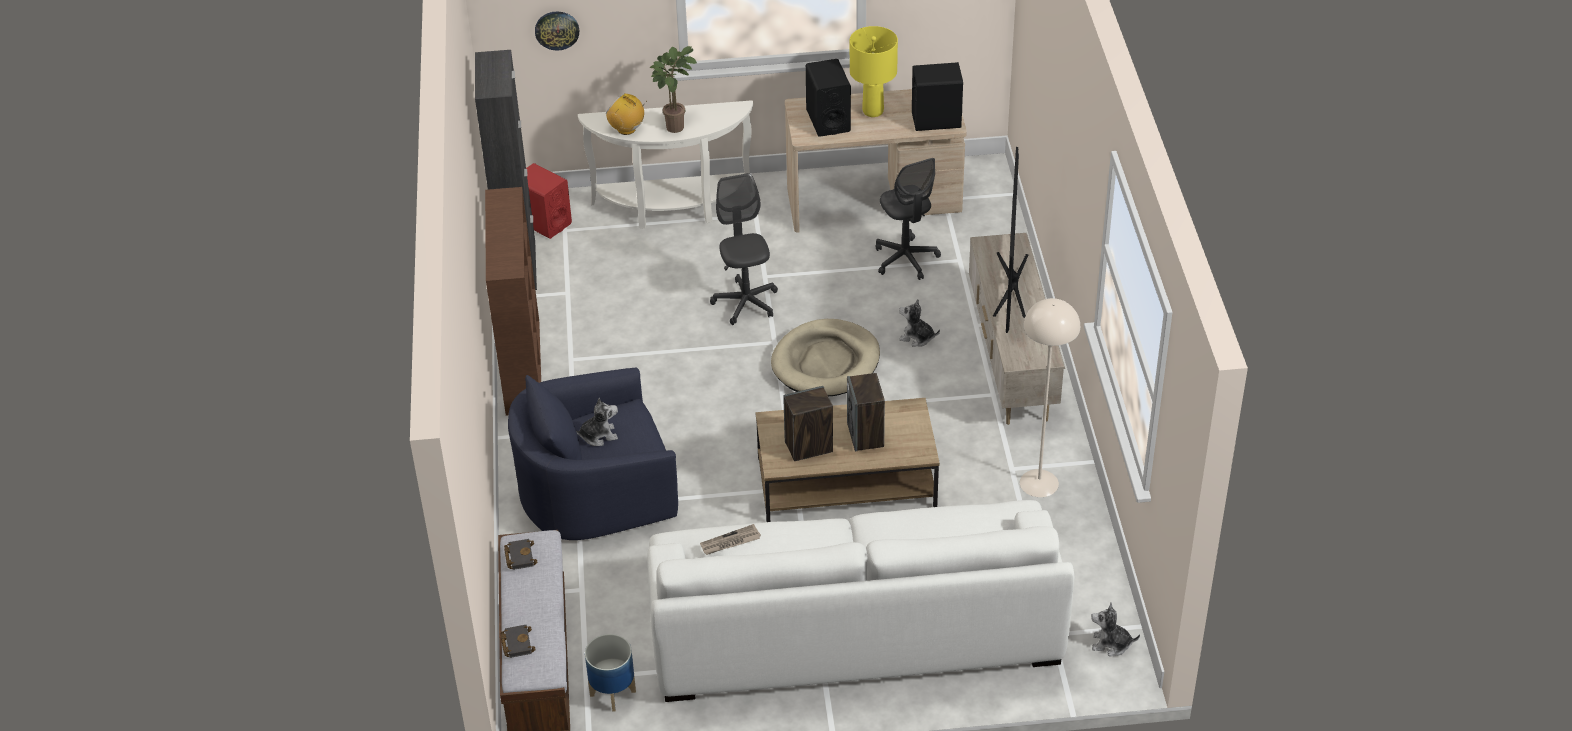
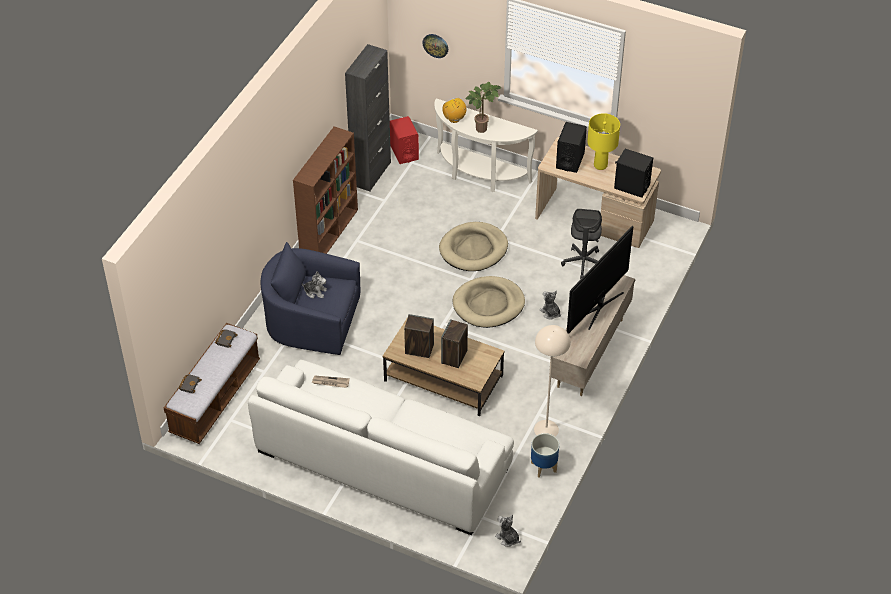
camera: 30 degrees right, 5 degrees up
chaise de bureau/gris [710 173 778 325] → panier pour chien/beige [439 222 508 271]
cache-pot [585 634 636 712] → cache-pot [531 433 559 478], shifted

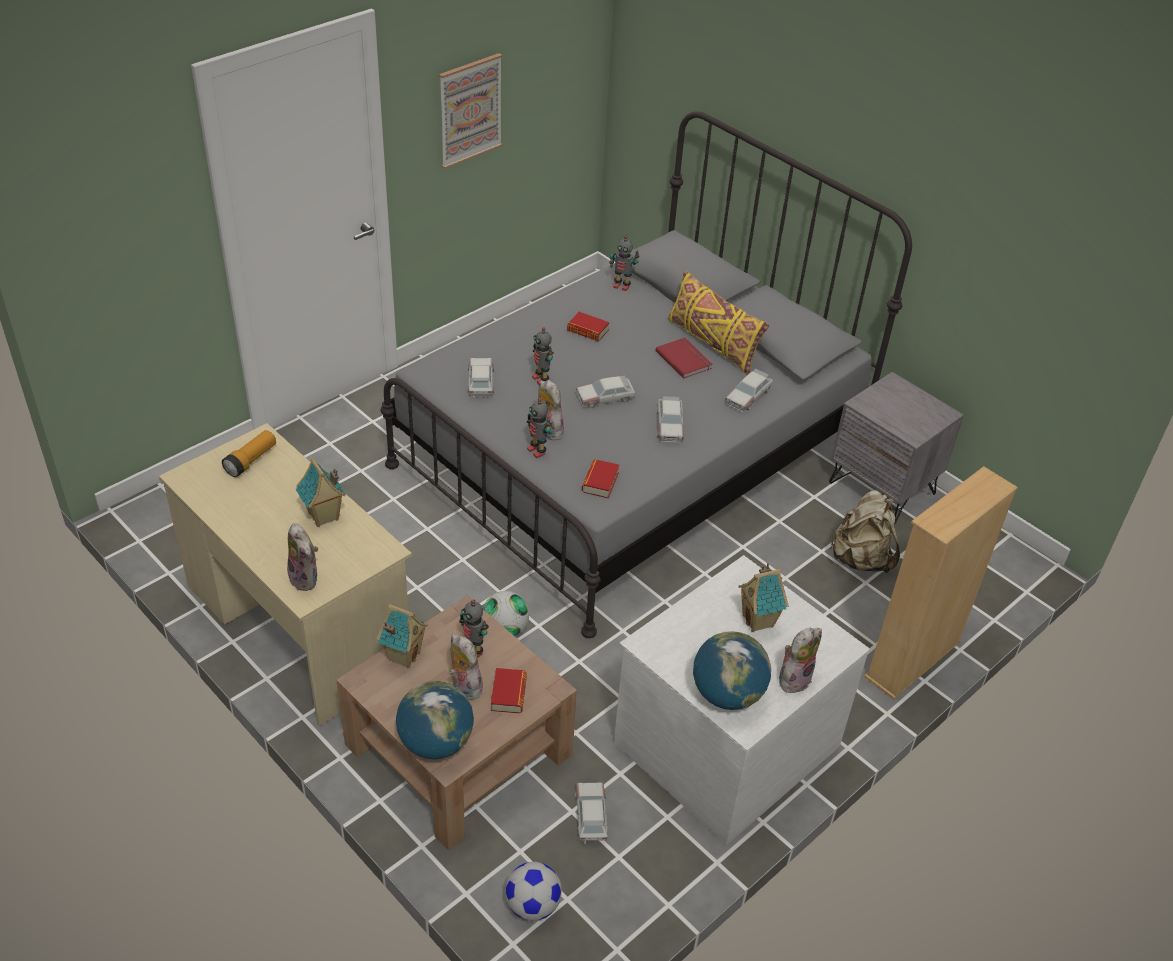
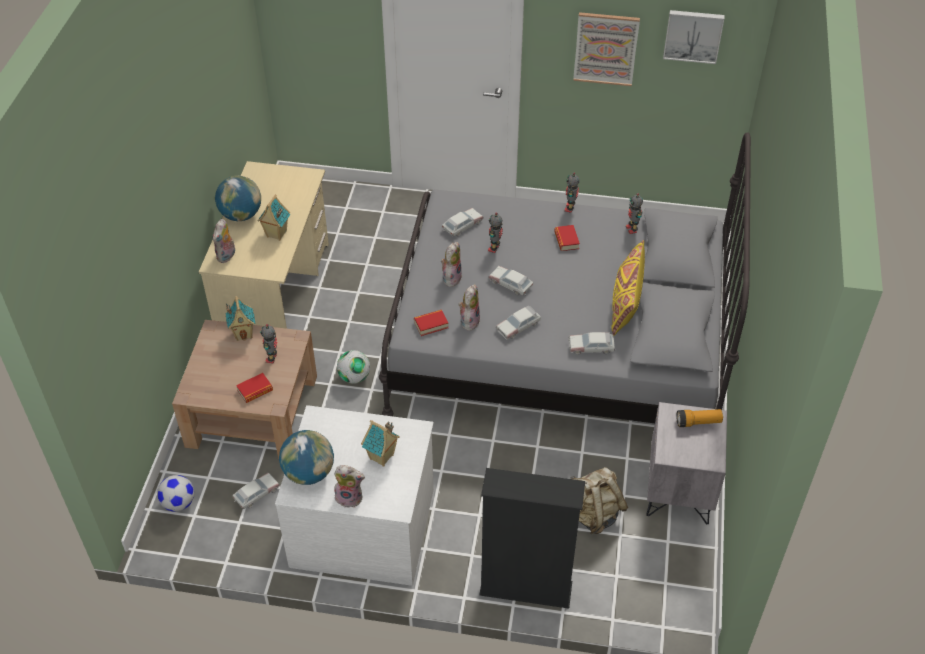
camera: 55 degrees right, 5 degrees up
globe [396 681 474 759] → globe [215 176 261 221], shifted
peluche [449 633 483 700] → peluche [458 284 480 331], shifted
bibliothèque/beige [864 466 1018 699] → bibliothèque/noir [479 468 585 609]
robot jouet [527 398 552 458] → robot jouet [565 172 580 213], shifted
- → tableau [663 10 725 64]
lampe de poche [222 430 276 477] → lampe de poche [676 409 723 427], shifted
livre/rouge [656 338 713 379] → -

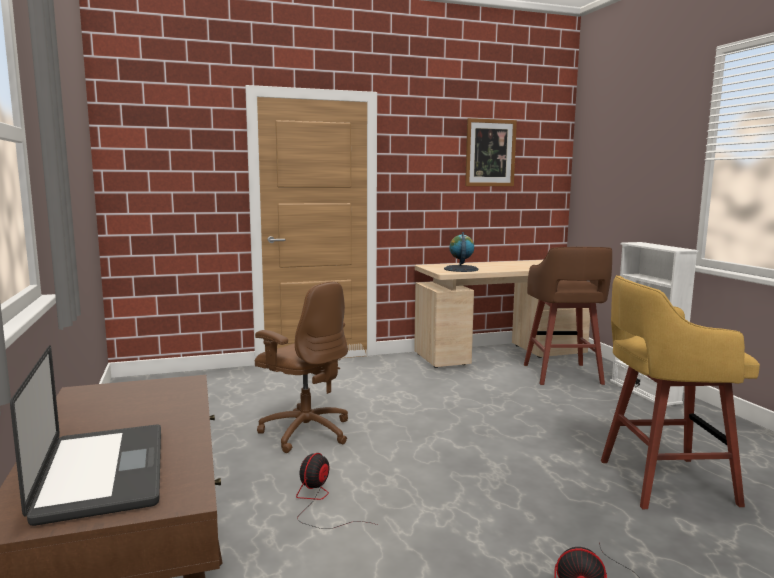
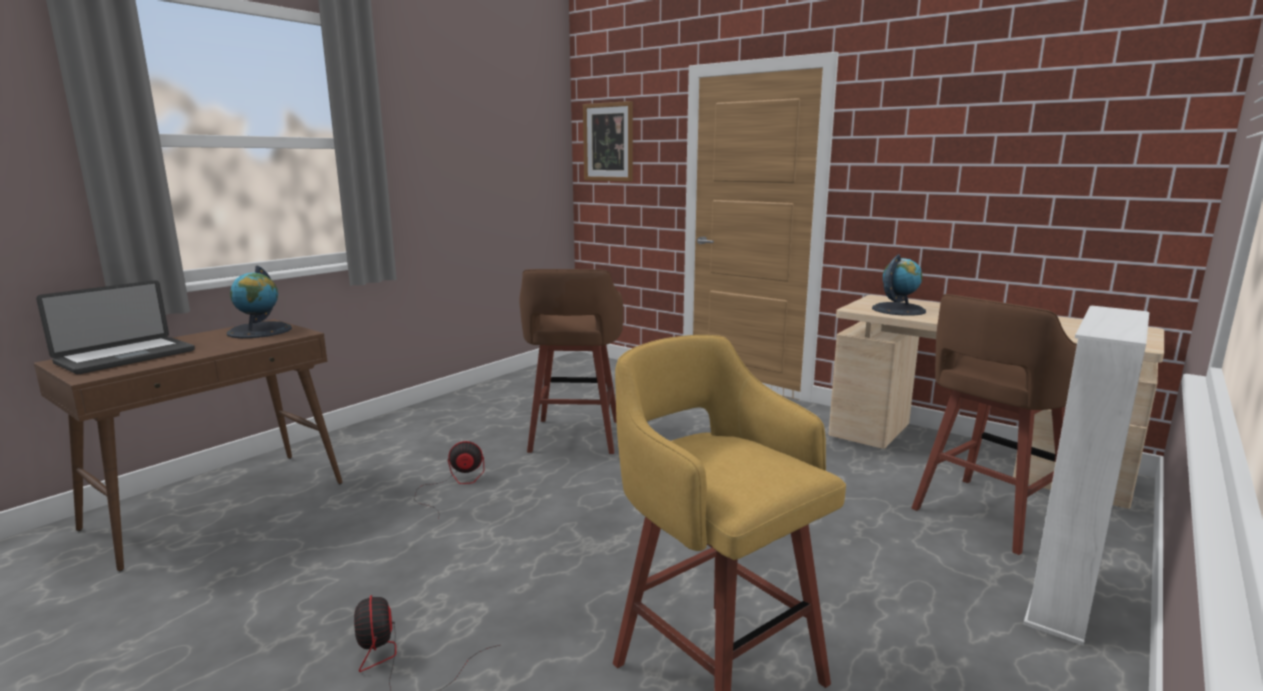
camera: 55 degrees right, 5 degrees up
- → globe [227 266 292 338]
chaise de bureau/marron [255 281 348 453] → tabouret/marron [519 269 623 454]
tableau [465 118 517 186] → tableau [583 101 633 182], shifted

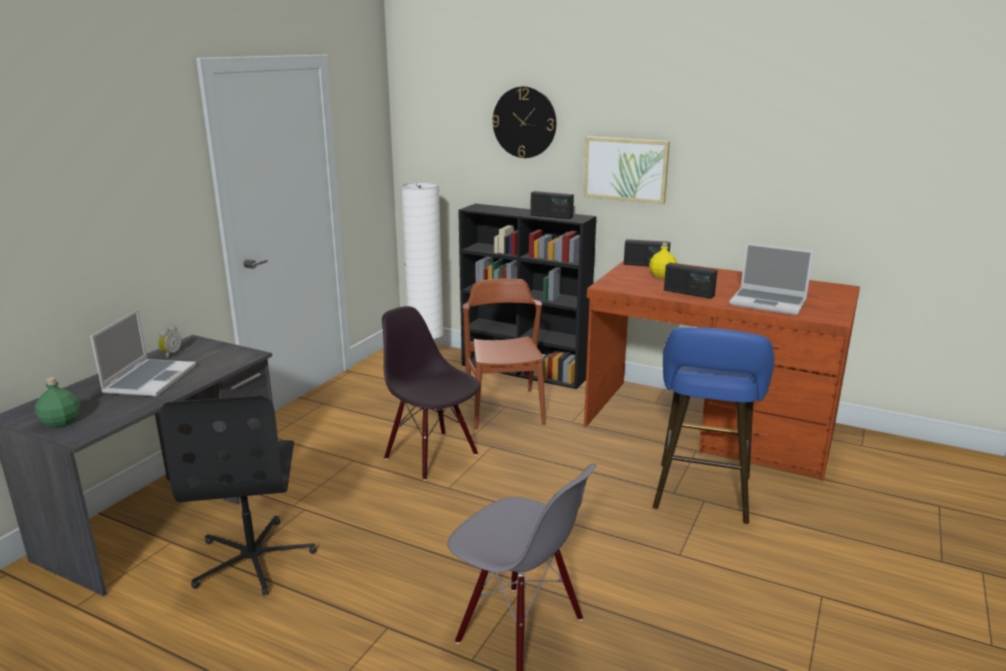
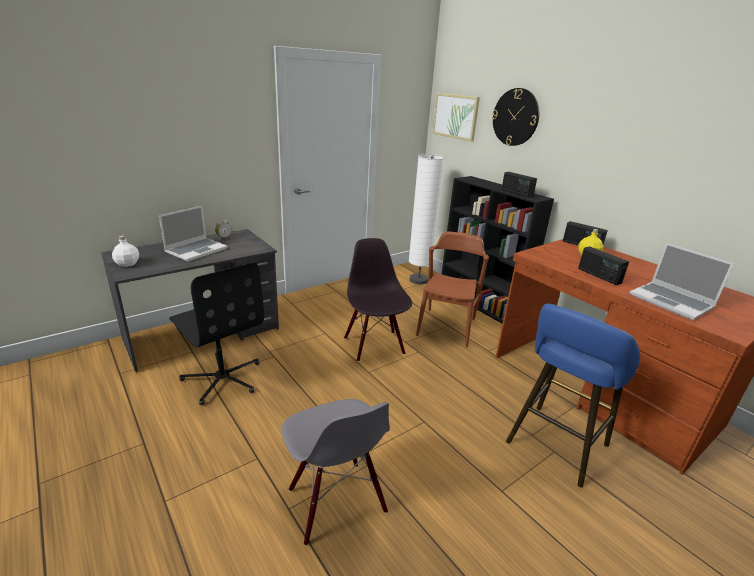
camera: 25 degrees right, 5 degrees up
bouteille/vert [35 377 80 428] → bouteille/blanc [112 236 139 267]
chaise de bureau/noir [160 395 317 596] → chaise de bureau/noir [169 262 264 405], 60 degrees counterclockwise
tableau [583 136 670 204] → tableau [432 93 480 142], shifted

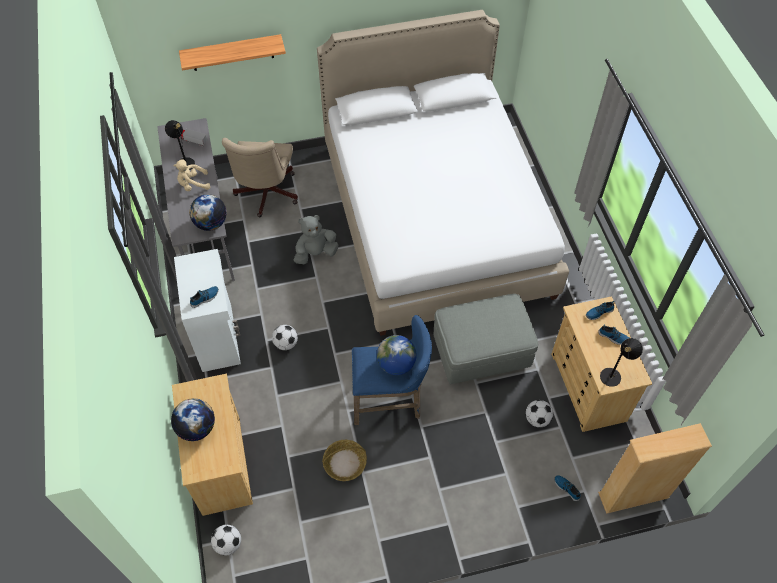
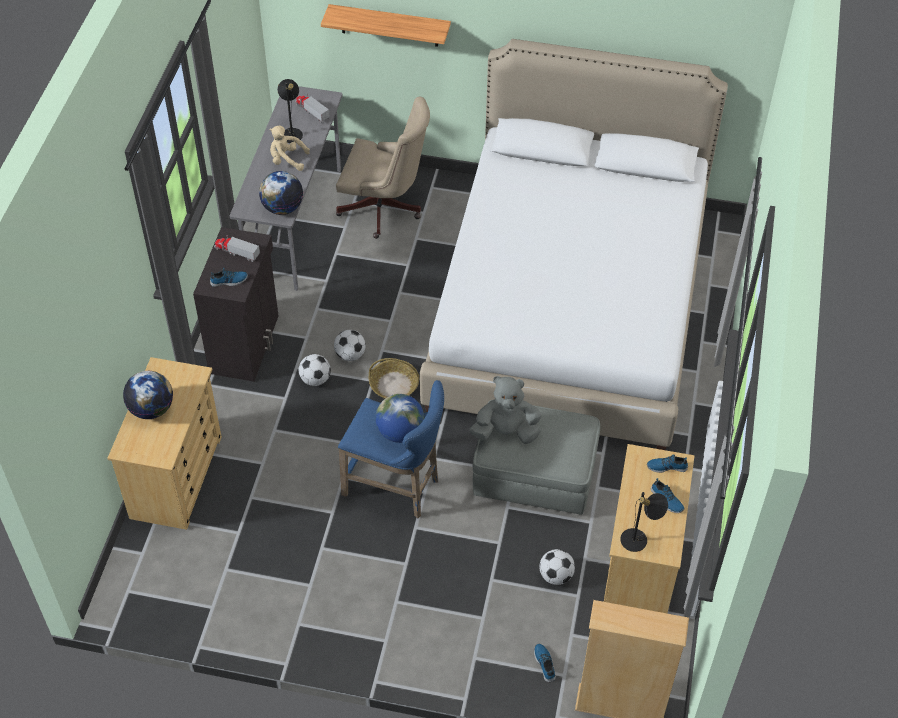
camera: 25 degrees right, 5 degrees down
meuble de rangement/blanc [174 249 241 372] → meuble de rangement/noir [193 227 279 382]
- → camion jouet [214 235 260 262]
ballon de foot [211 524 241 555] → ballon de foot [334 330 366 361], shifted
chaise de bureau/beige [222 138 298 217] → chaise de bureau/beige [336 97 430 239], 105 degrees counterclockwise
panier [322 440 367 481] → panier [369 358 419 399], shifted
peluche/gris [294 215 338 264] → peluche/gris [469 376 541 444], shifted

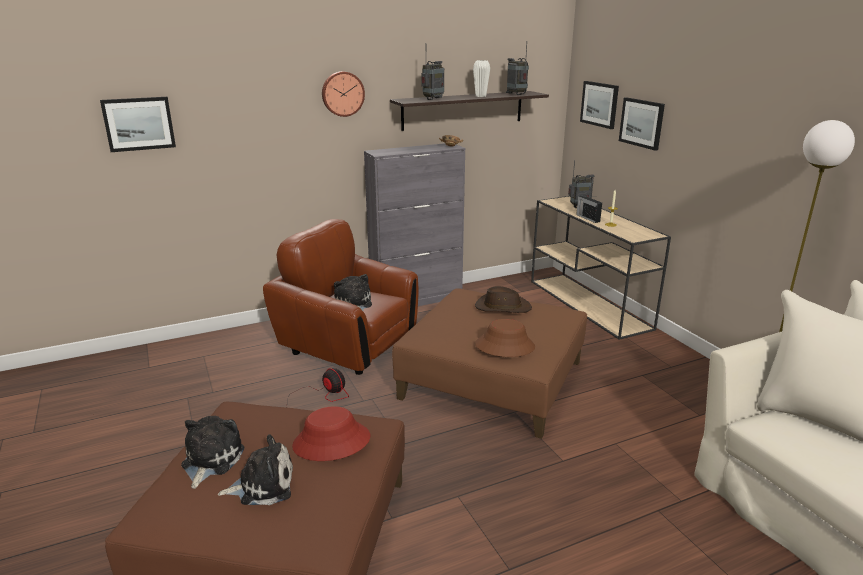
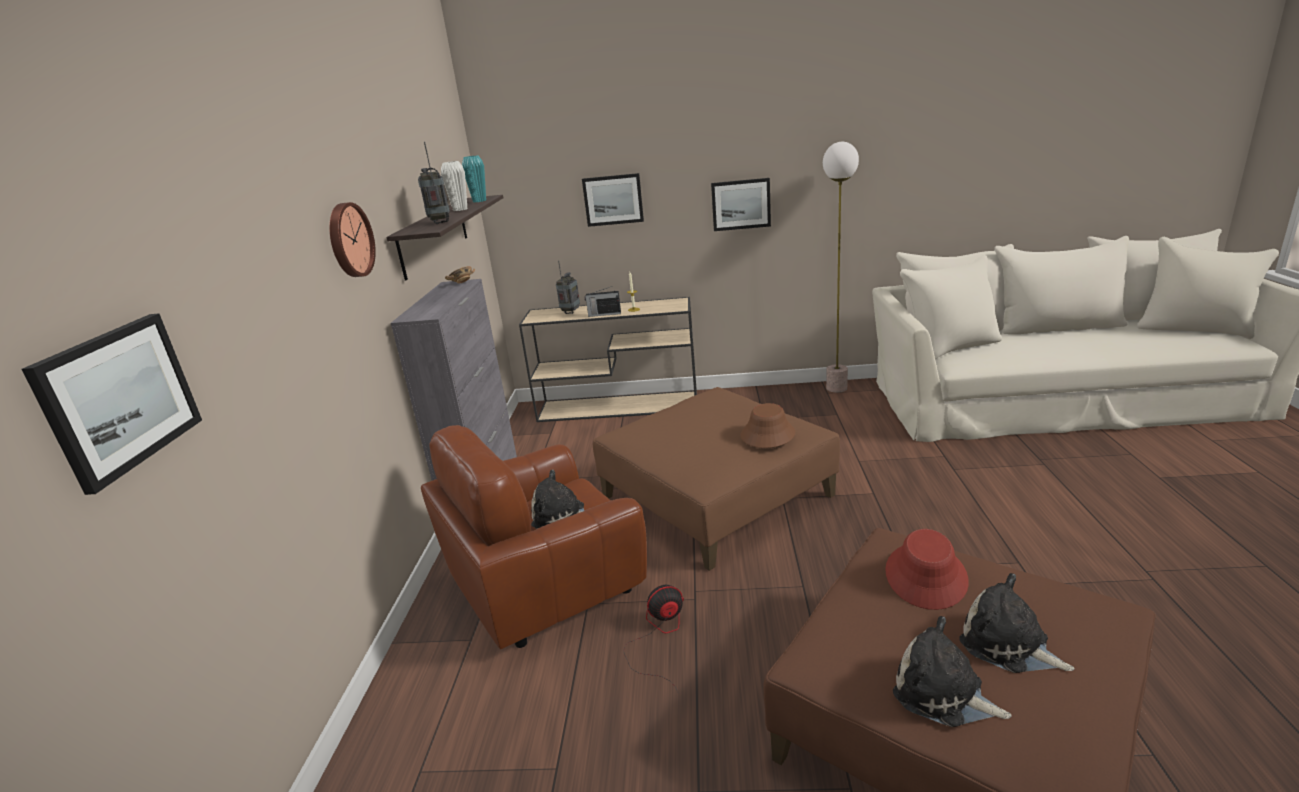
camera: 60 degrees left, 0 degrees up
radio [506 42 529 95] → vase/turquoise [462 155 486 202]
tableau [580 81 619 129] → tableau [711 178 771 231], shifted
peluche [218 434 293 505] → peluche [959 573 1074 673], 60 degrees counterclockwise
chapeau/marron [475 286 532 313] → -

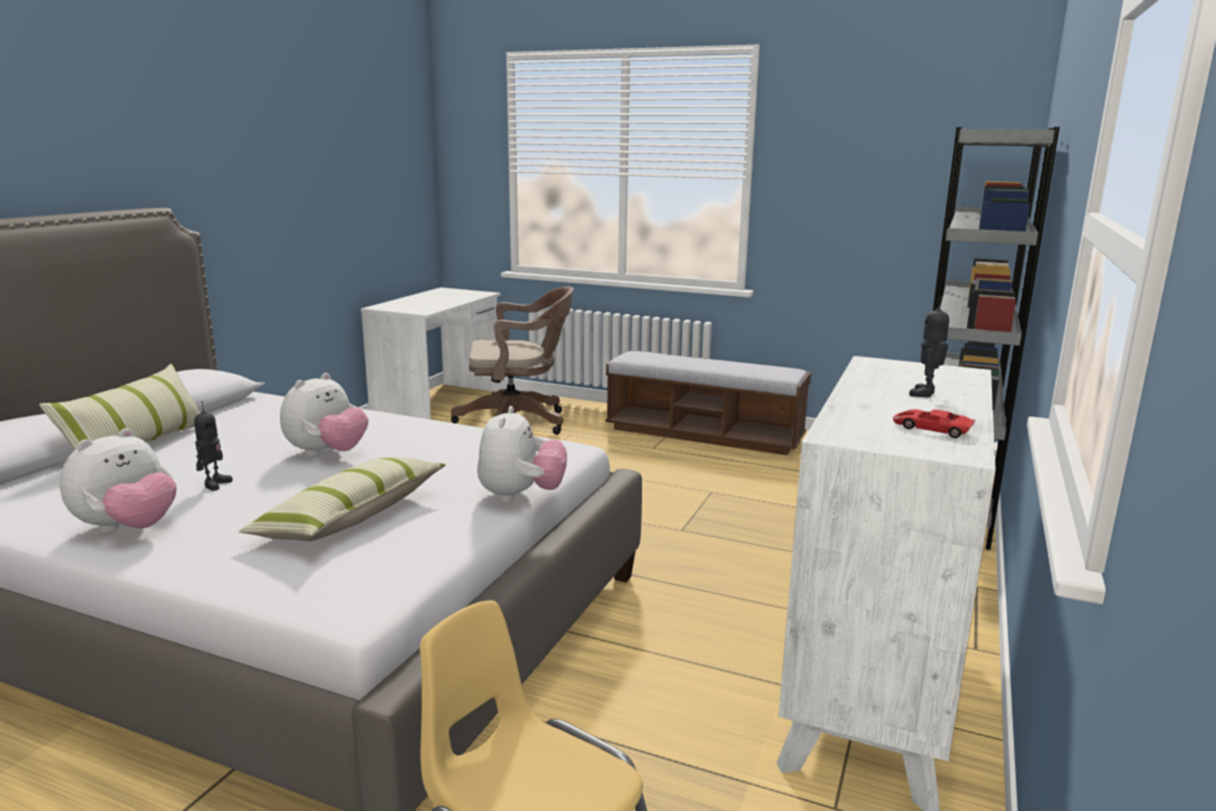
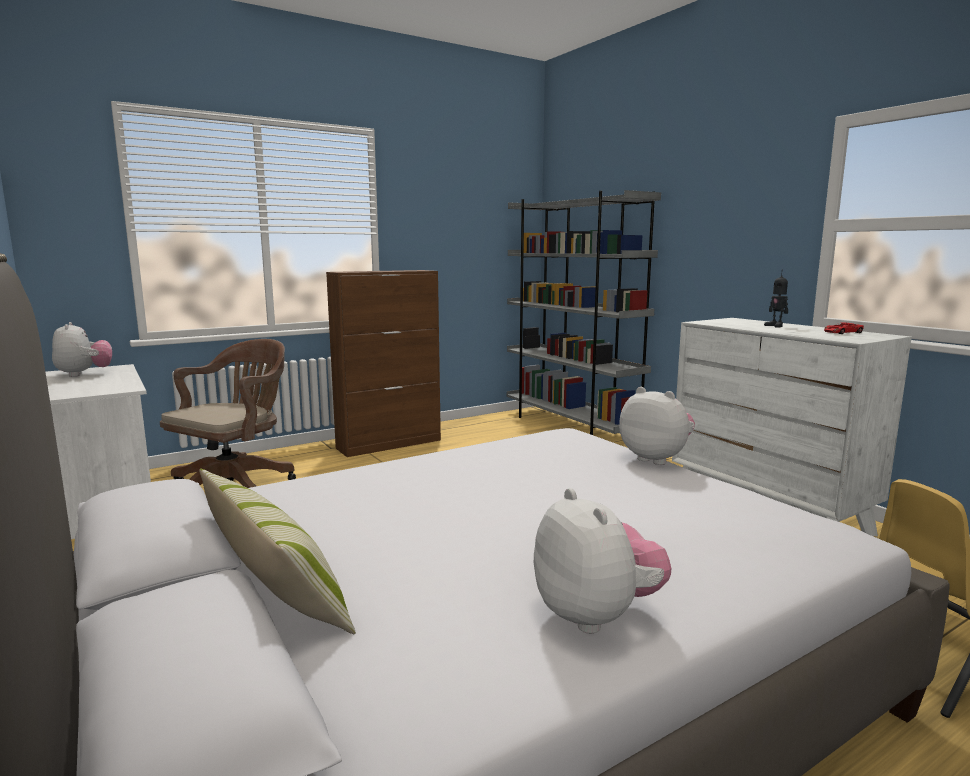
camera: 55 degrees left, 5 degrees down
peluche [280 373 368 457] → peluche [52 322 112 377], shifted
banc [605 351 811 455] → meuble de rangement/marron [326 270 441 457]
robot jouet [194 401 233 491] → -
coussin [239 457 446 541] → -

